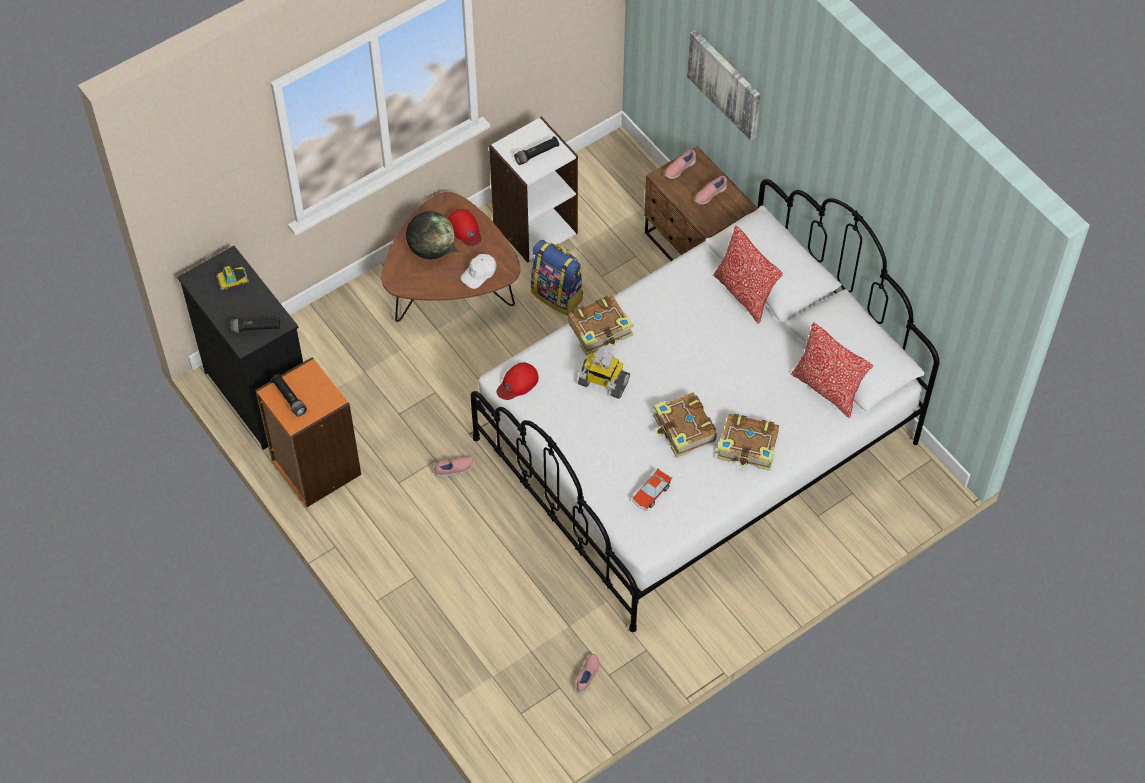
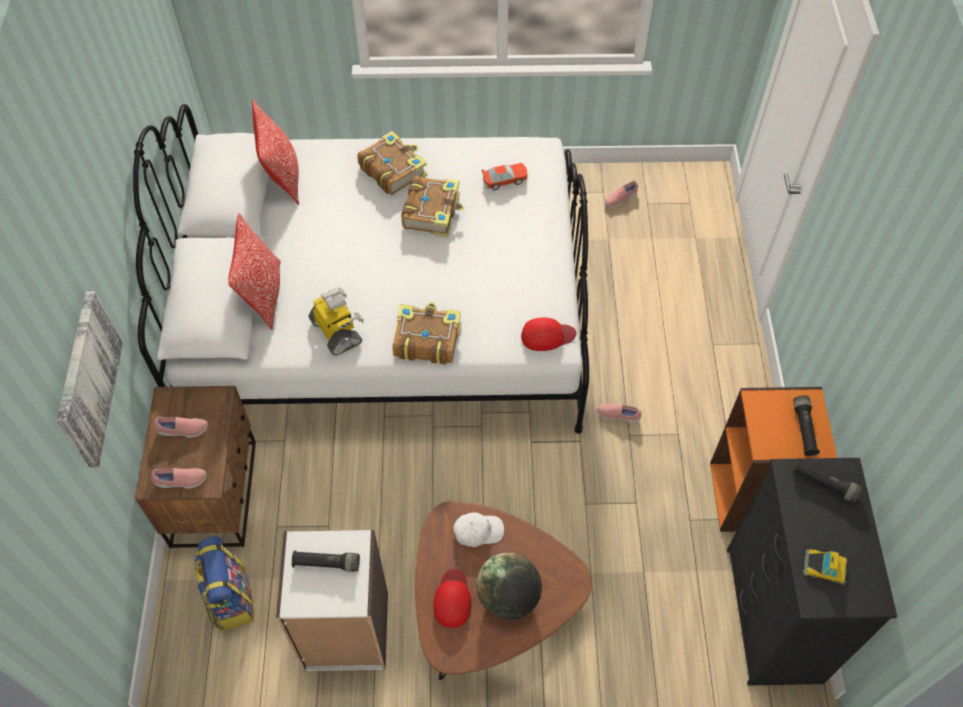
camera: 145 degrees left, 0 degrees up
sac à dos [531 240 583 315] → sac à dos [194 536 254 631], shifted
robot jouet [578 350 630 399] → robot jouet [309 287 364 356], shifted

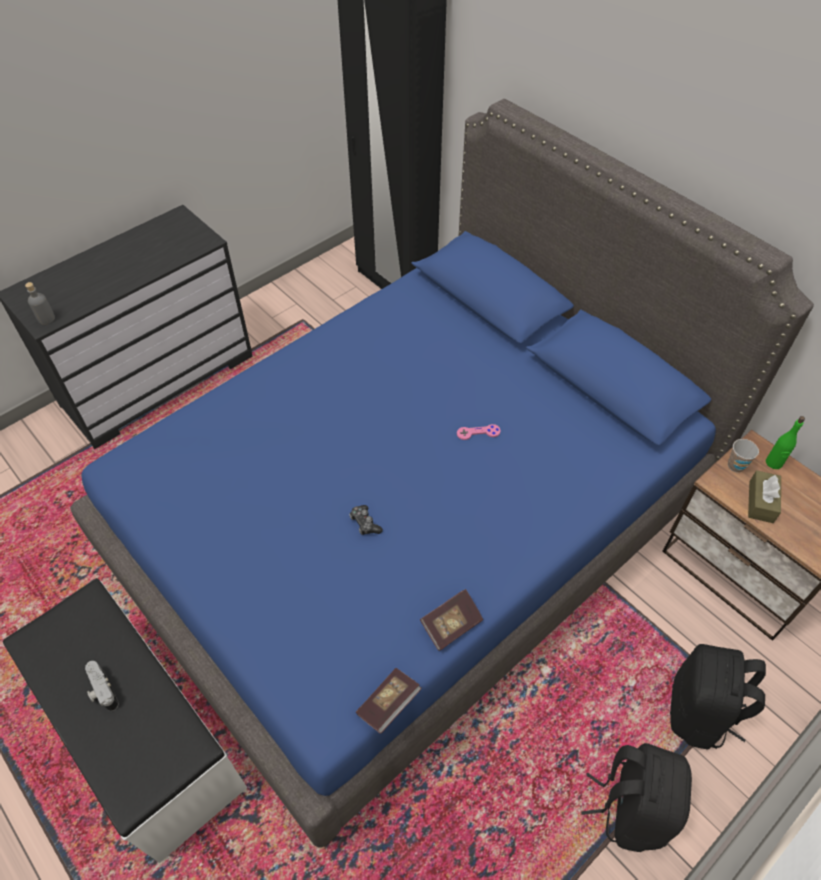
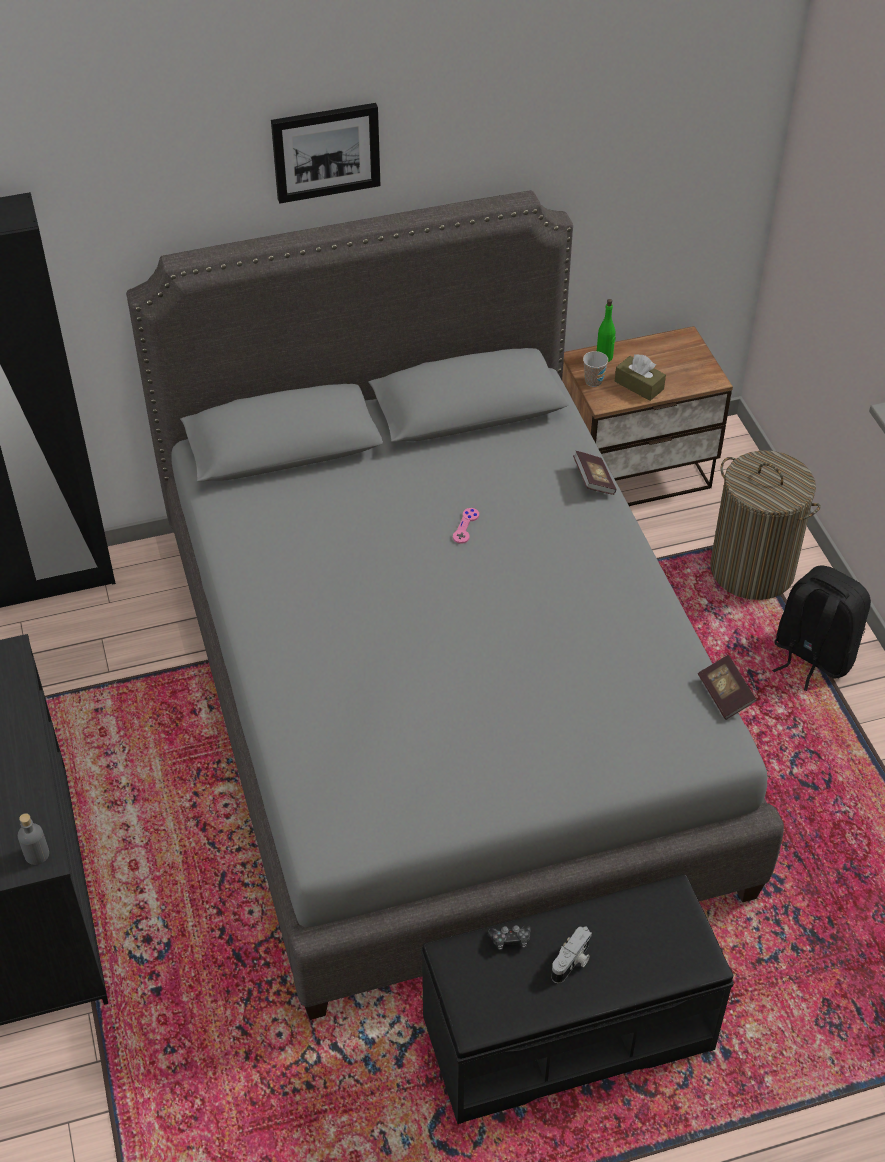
camera: 65 degrees left, 5 degrees down
lit/bleu [70 99 814 848] → lit/gris [126 190 784 1020]
- → tableau [271 103 381 204]
banc/blanc [3 578 247 863] → banc/noir [421 874 734 1124]
manette [349 505 383 535] → manette [487 925 532 950], shifted
appareil photo [85 661 119 711] → appareil photo [551 926 592 983], 45 degrees counterclockwise
livre [420 589 483 651] → livre [573 451 616 495], shifted
sac à dos/noir [670 644 766 750] → panier à linge [710 450 821 600]

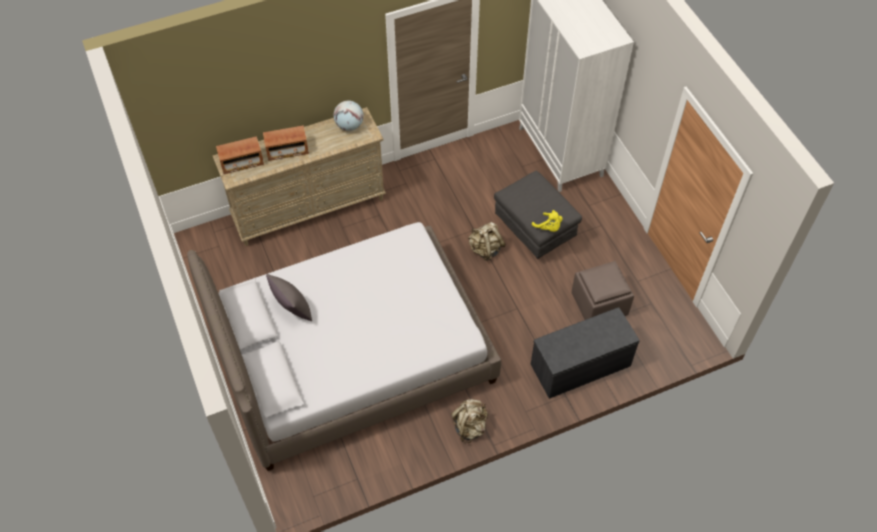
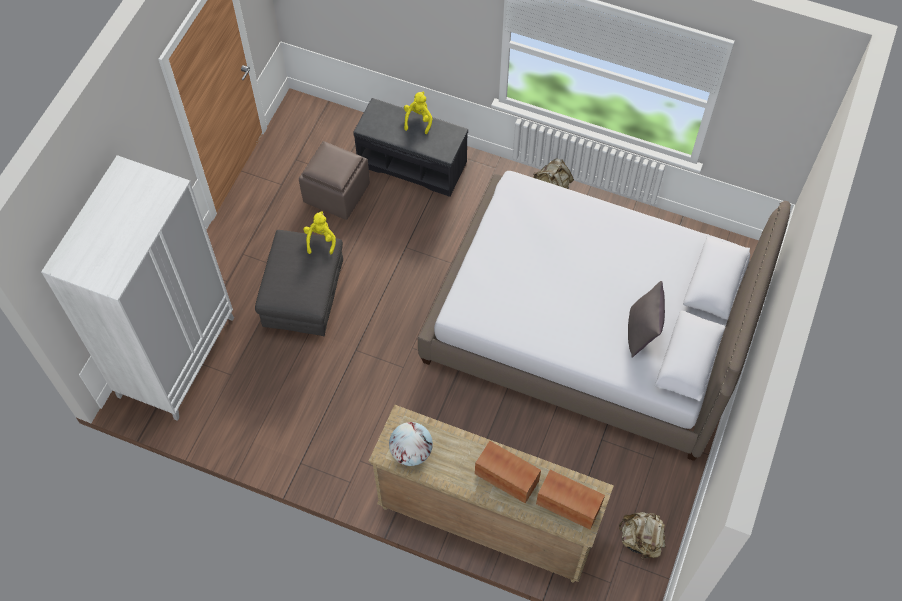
camera: 135 degrees left, 5 degrees up
- → peluche/jaune [404 92 432 134]
sac à dos/beige [468 222 506 261] → sac à dos/beige [619 512 666 558], shifted

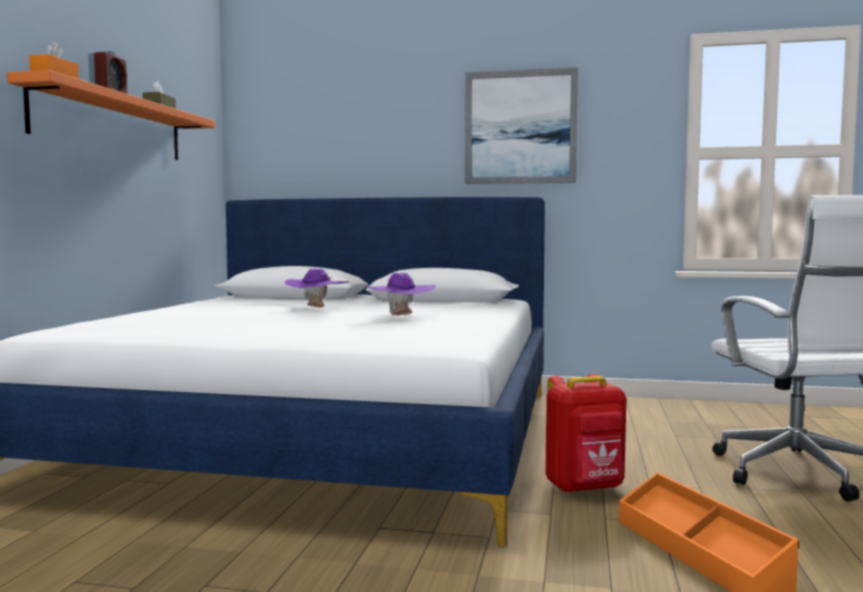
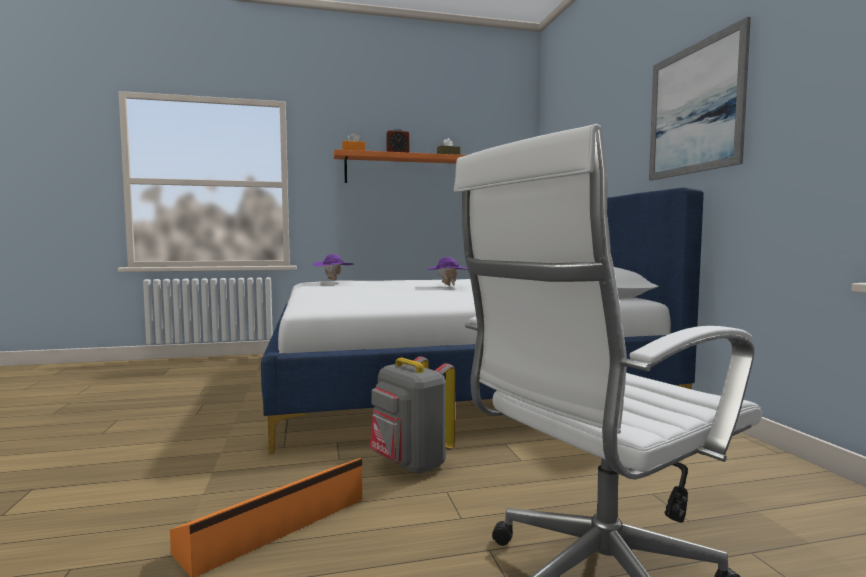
camera: 65 degrees right, 0 degrees up
chapeau/violet [366 273 436 316] → chapeau/violet [312 254 354 281], shifted
sac à dos/rouge [545 374 626 493] → sac à dos/gris [370 356 455 475]

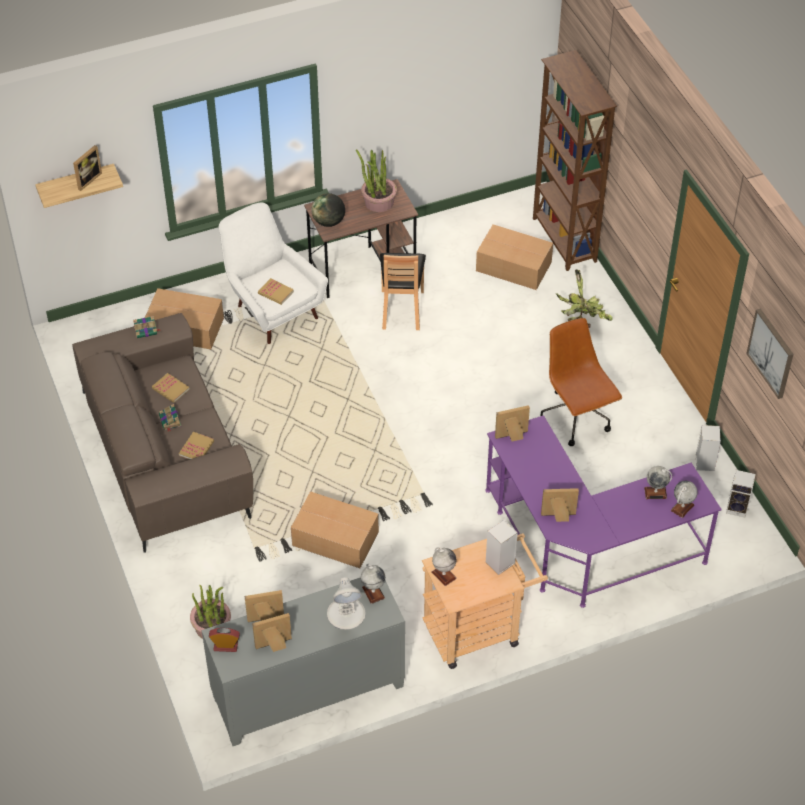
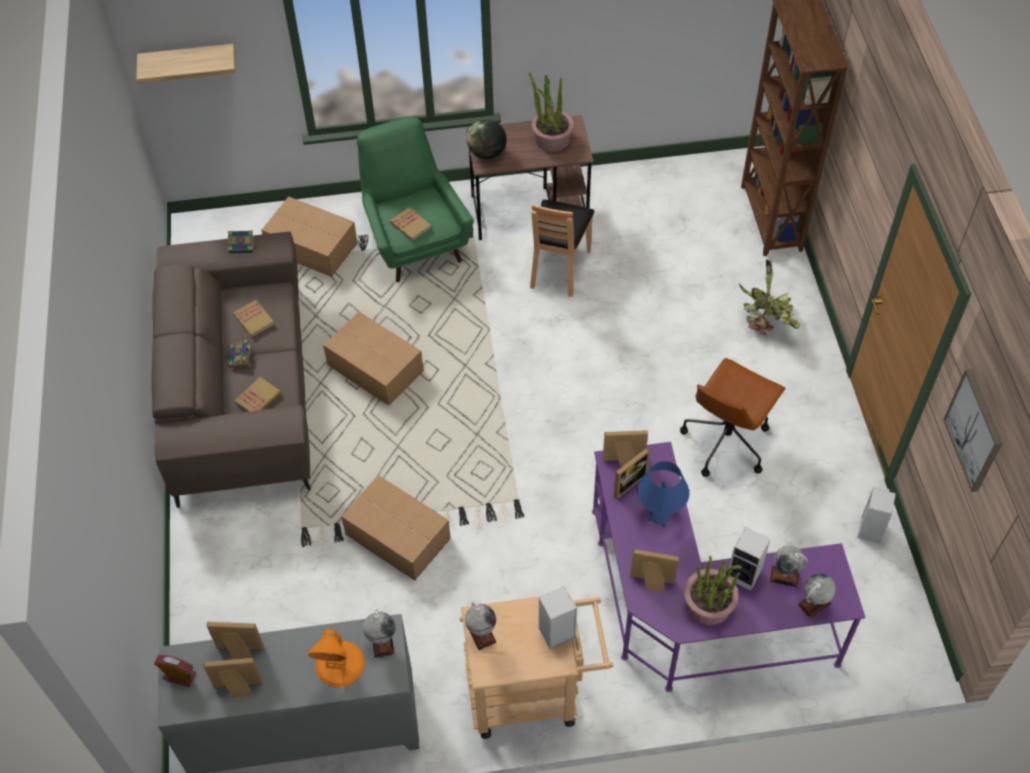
camera: 15 degrees right, 5 degrees up
lampe de table/blanc [327 577 366 630] → lampe de table/orange [308 628 365 687]
carton [476 224 553 290] → carton [323 312 424 406], shifted
fauteuil/blanc [219 202 328 344] → fauteuil/vert [357 117 474 282]
cadre photo [73 145 102 191] → cadre photo [614 447 651 499], shifted
- → lampe de table/bleu [637 461 689 528]
chaise de bureau/marron [540 318 622 446] → chaise de bureau/marron [680 358 786 477], 135 degrees counterclockwise
plante en pot [190 585 231 639] → plante en pot [684 556 742 625], shifted
enceinte [726 470 756 518] → enceinte [729 527 771 590], shifted

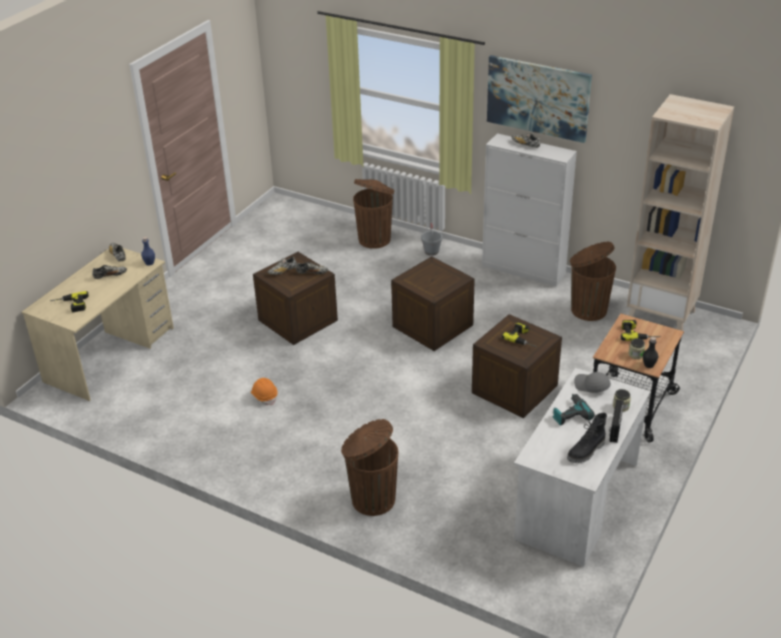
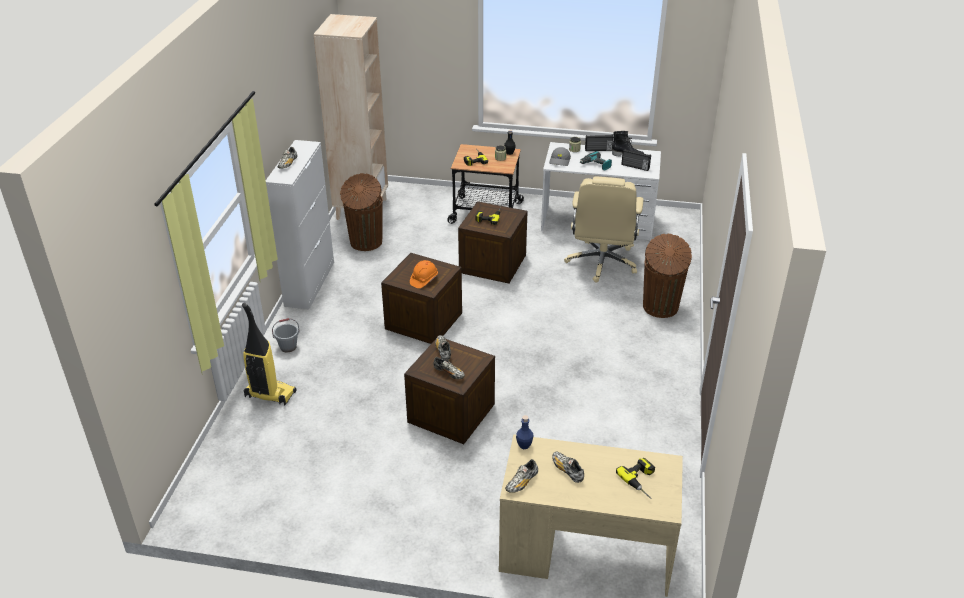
camera: 110 degrees left, 0 degrees up
poubelle/marron [353 179 395 249] → aspirateur [242 303 296 405]
casque de chantier/orange [251 378 277 405] → casque de chantier/orange [410 260 438 288], shifted
- → chaise de bureau/beige [564 177 644 283]
- → radio [621 149 651 171]
tableau [487 55 592 143] → -

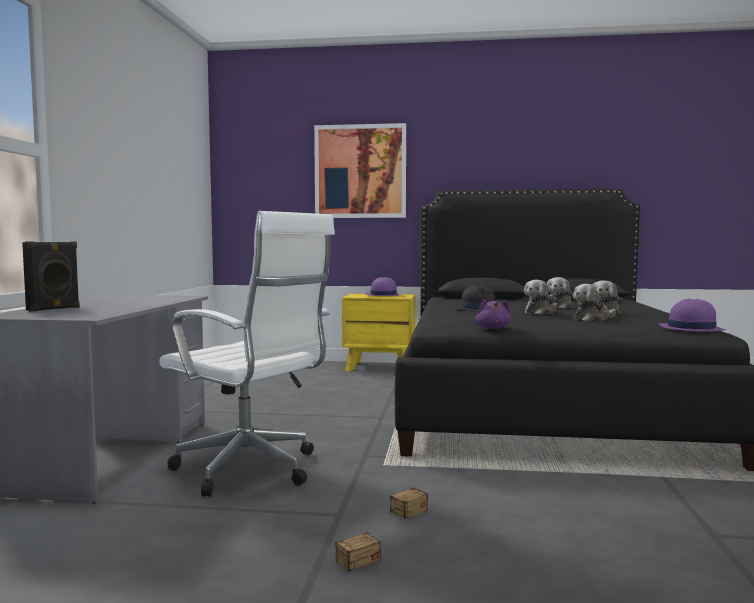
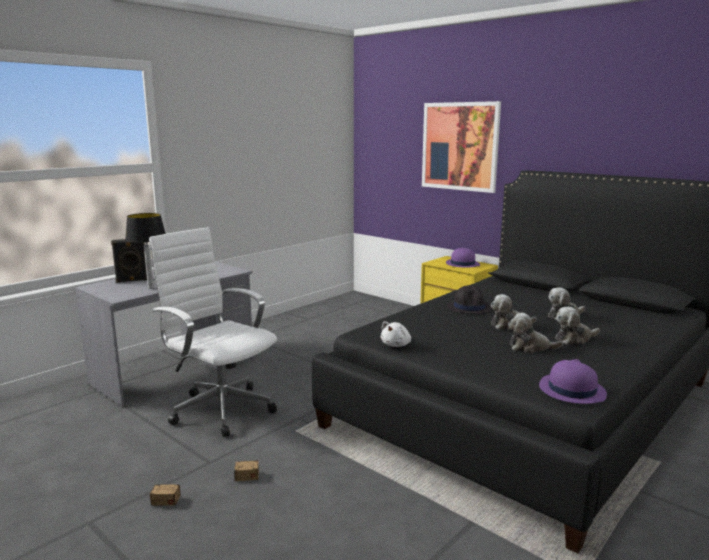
camera: 35 degrees right, 10 degrees up
- → lampe de table [125 213 166 289]
chaise de bureau/blanc [159 211 335 497] → chaise de bureau/blanc [149 227 277 437], 150 degrees clockwise
peluche/violet [475 300 511 329] → peluche/blanc [381 321 411 347]

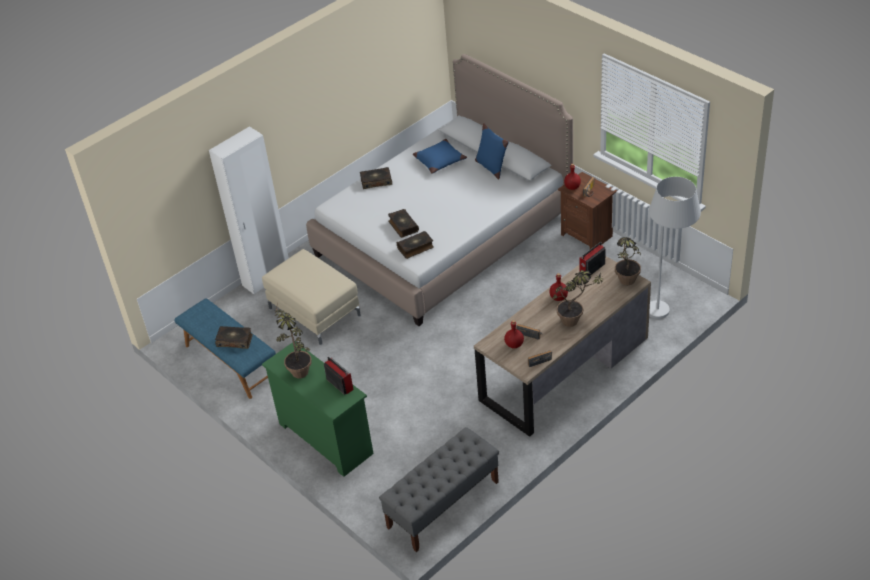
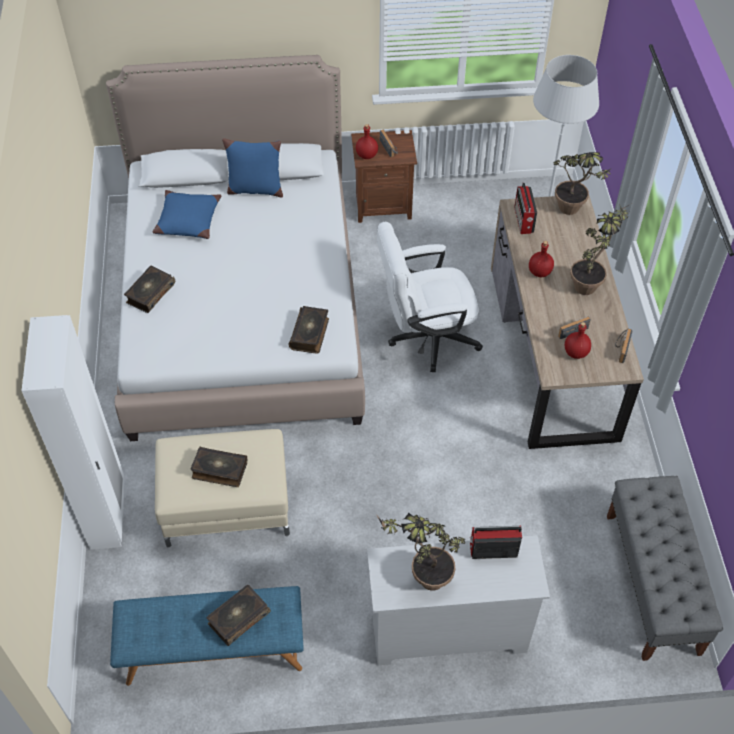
camera: 55 degrees left, 10 degrees up
livre [388 209 419 238] → livre [190 446 247 487], shifted
commode/vert [262 341 374 477] → commode/blanc [367 535 550 666]
- → chaise de bureau/blanc [377 222 483 372]

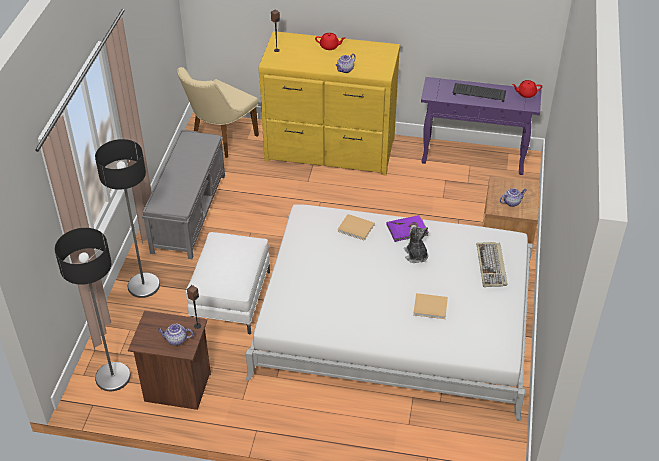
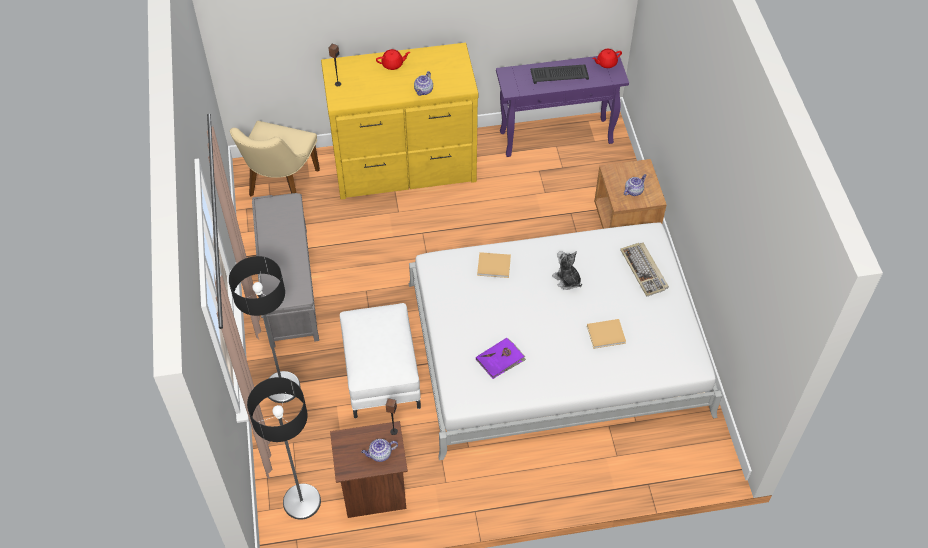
camera: 20 degrees left, 10 degrees up
livre/violet [386 215 429 242] → livre/violet [476 338 526 379], shifted

